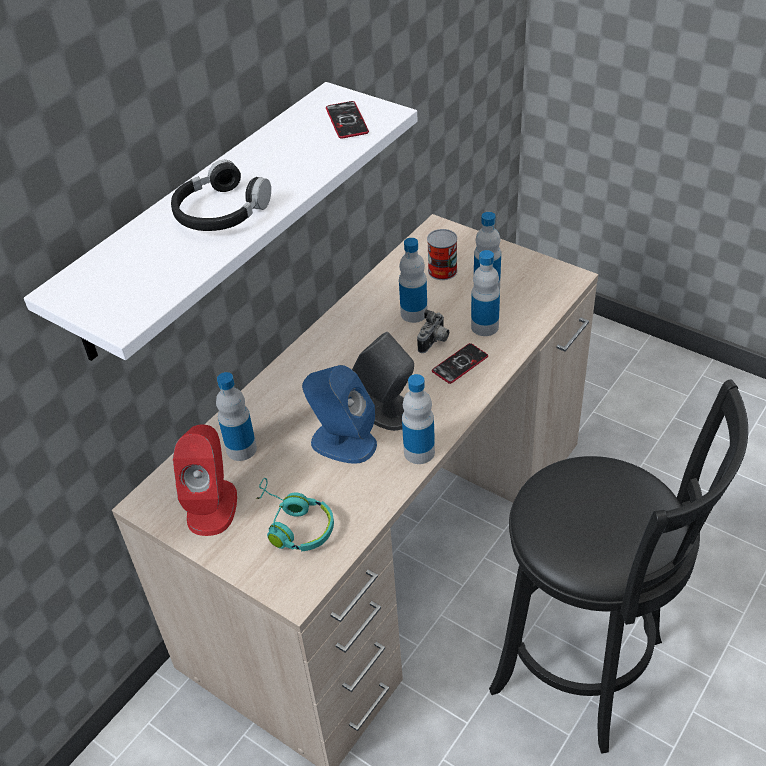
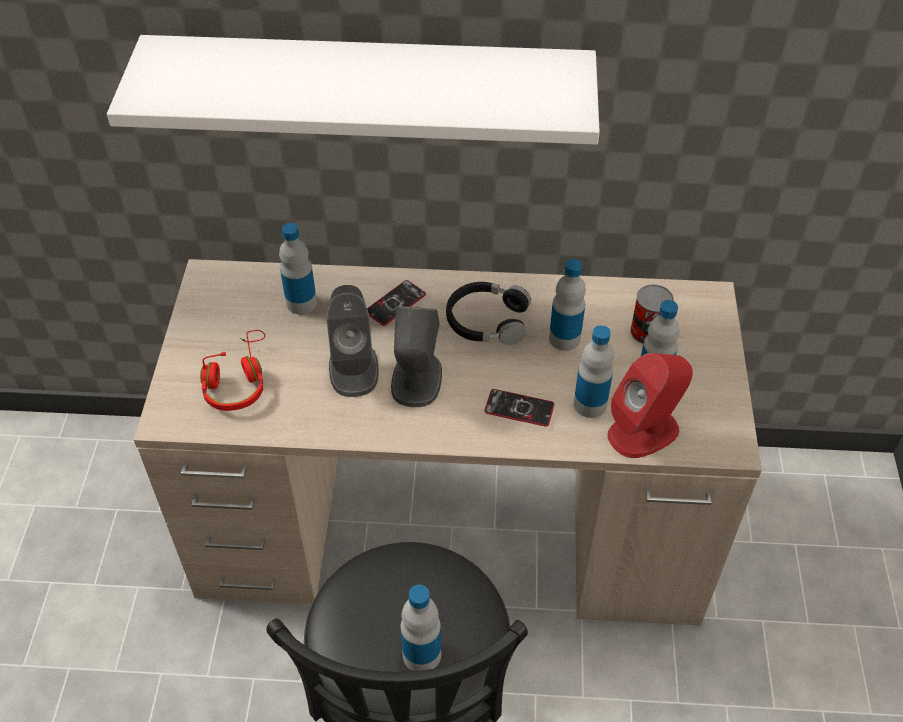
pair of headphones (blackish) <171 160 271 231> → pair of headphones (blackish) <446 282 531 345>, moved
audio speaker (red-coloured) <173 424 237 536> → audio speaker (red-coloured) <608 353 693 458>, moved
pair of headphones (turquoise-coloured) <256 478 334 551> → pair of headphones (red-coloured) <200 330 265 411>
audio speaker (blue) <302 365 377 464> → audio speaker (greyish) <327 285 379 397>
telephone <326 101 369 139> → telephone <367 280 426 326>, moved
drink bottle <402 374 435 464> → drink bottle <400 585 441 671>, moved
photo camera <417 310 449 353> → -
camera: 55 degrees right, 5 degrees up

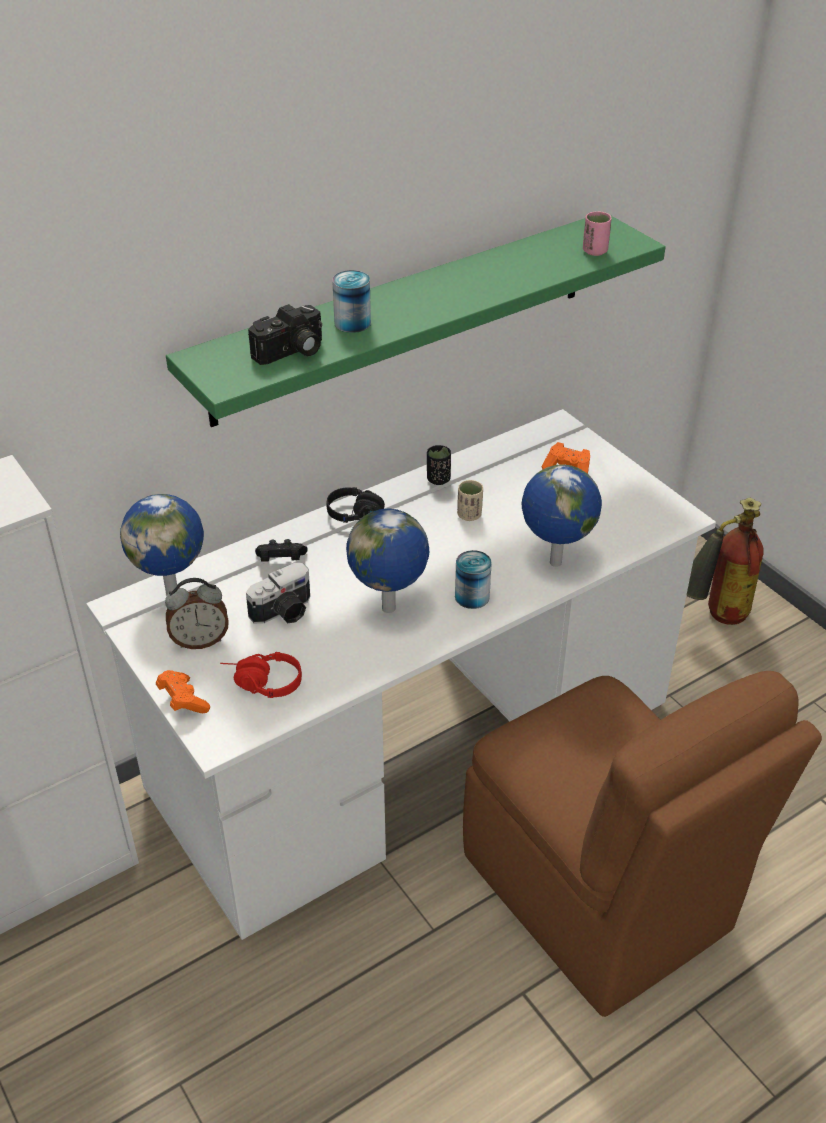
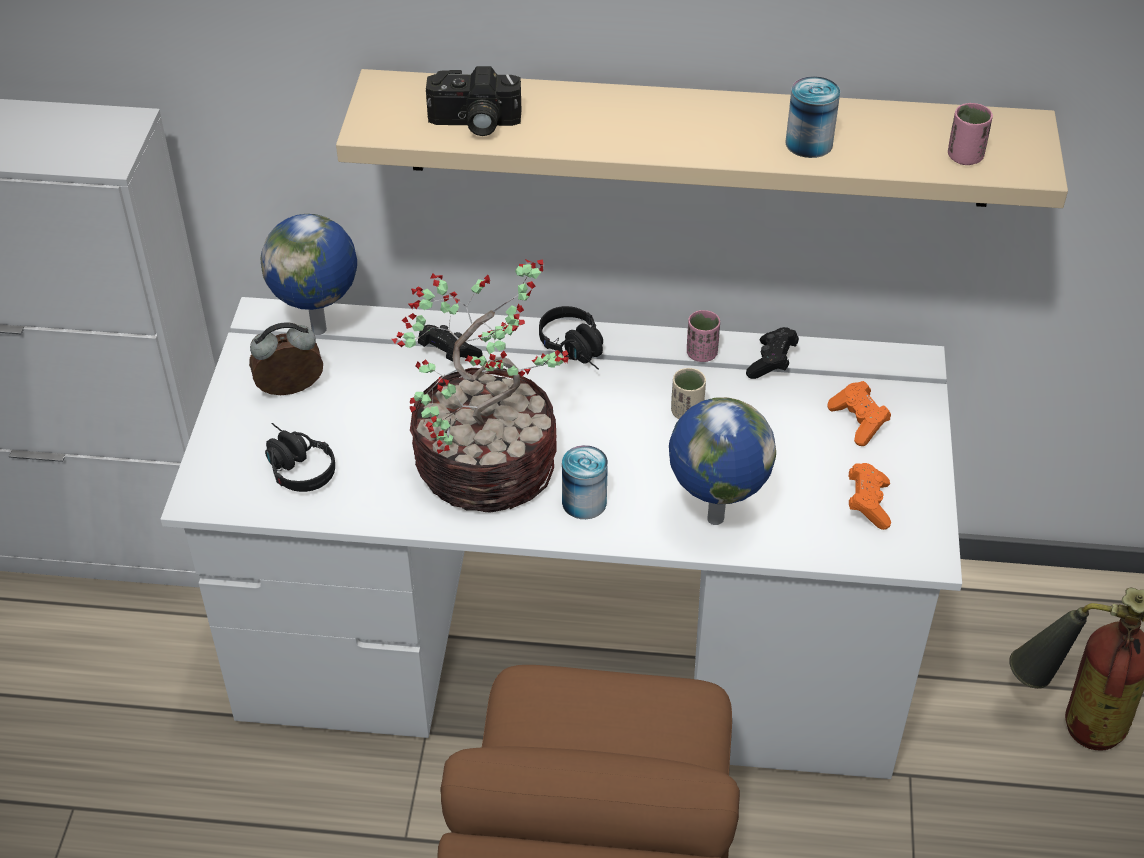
gamepad (orange) <156 670 210 713> → gamepad (orange) <849 463 891 530>, moved
alarm clock <165 578 229 649> → alarm clock <249 322 323 395>, 135 degrees clockwise
wall shelf (greenish) <166 212 666 427> → wall shelf (beige) <336 69 1068 208>
pair of headphones (red-coloured) <220 652 302 698> → pair of headphones (blackish) <265 423 335 492>
photo camera <246 563 310 624> → -
metal can <332 270 371 333> → metal can <785 76 840 158>, moved
desk globe <346 508 429 613> → houseplant <392 259 569 513>
small cup (blackish) <427 445 451 485> → small cup (pink) <687 310 720 362>
- → gamepad (blackish) <746 327 799 379>
camera: 40 degrees right, 5 degrees up

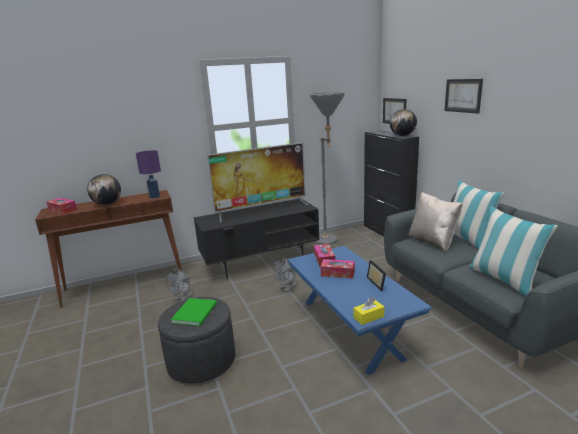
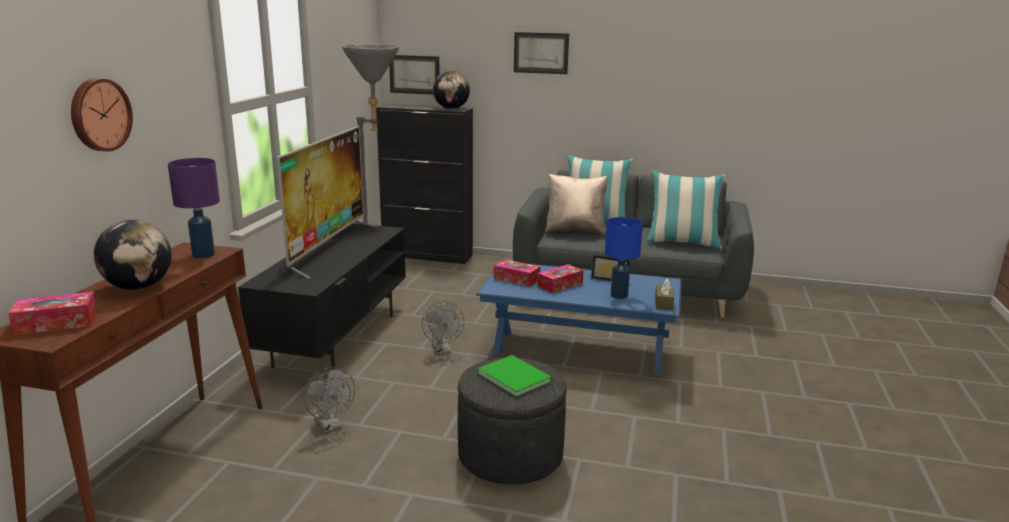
tissue box (yellow-coloured) <353 297 384 325> → tissue box (brown-coloured) <655 279 674 310>
- → hanging clock <71 78 133 152>
- → lamp for a table (blue) <605 217 643 299>
camera: 55 degrees left, 0 degrees up

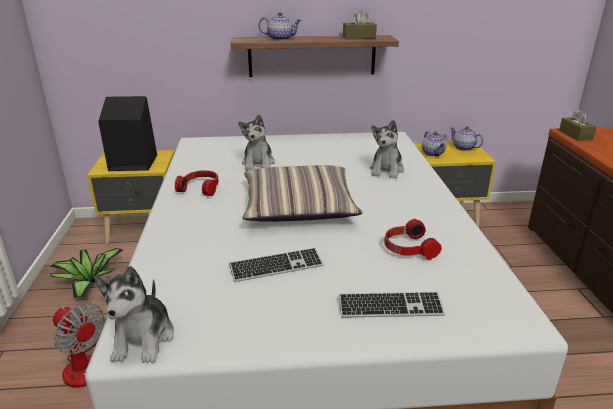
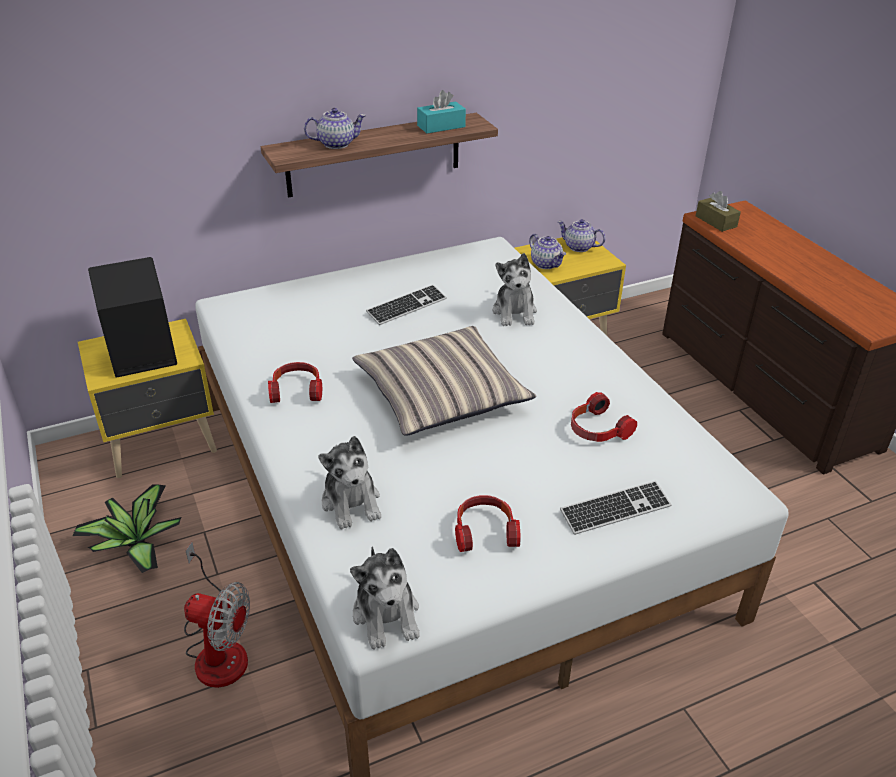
PC keyboard <229 248 324 282> → PC keyboard <366 285 447 325>, moved
soft toy <238 115 275 171> → soft toy <318 436 381 529>, moved
tissue box (brown-coloured) <343 10 377 39> → tissue box (turquoise-coloured) <417 90 466 134>
- → pair of headphones <455 495 521 552>
camera: 20 degrees left, 10 degrees up

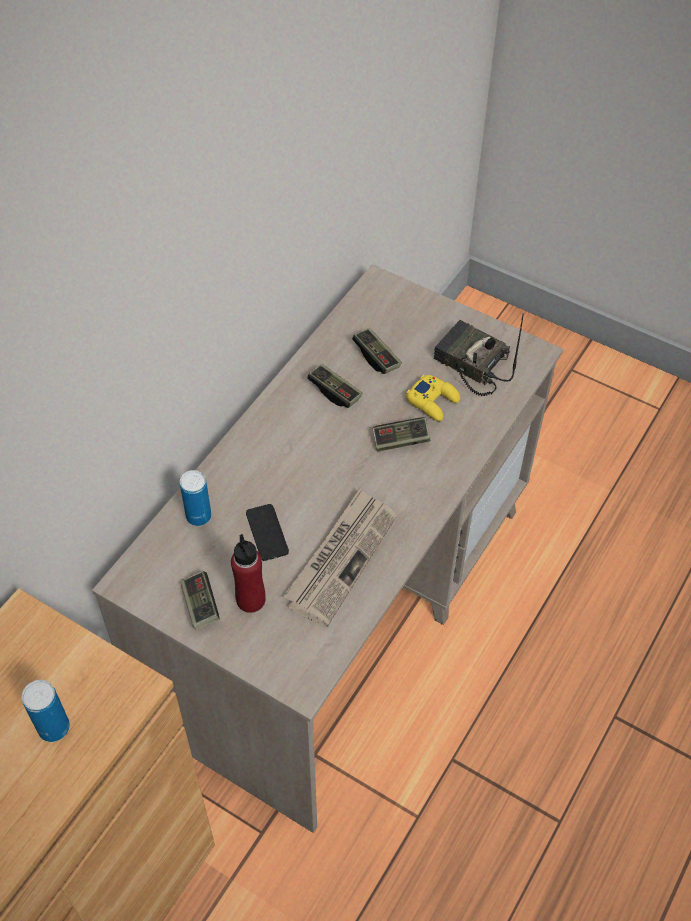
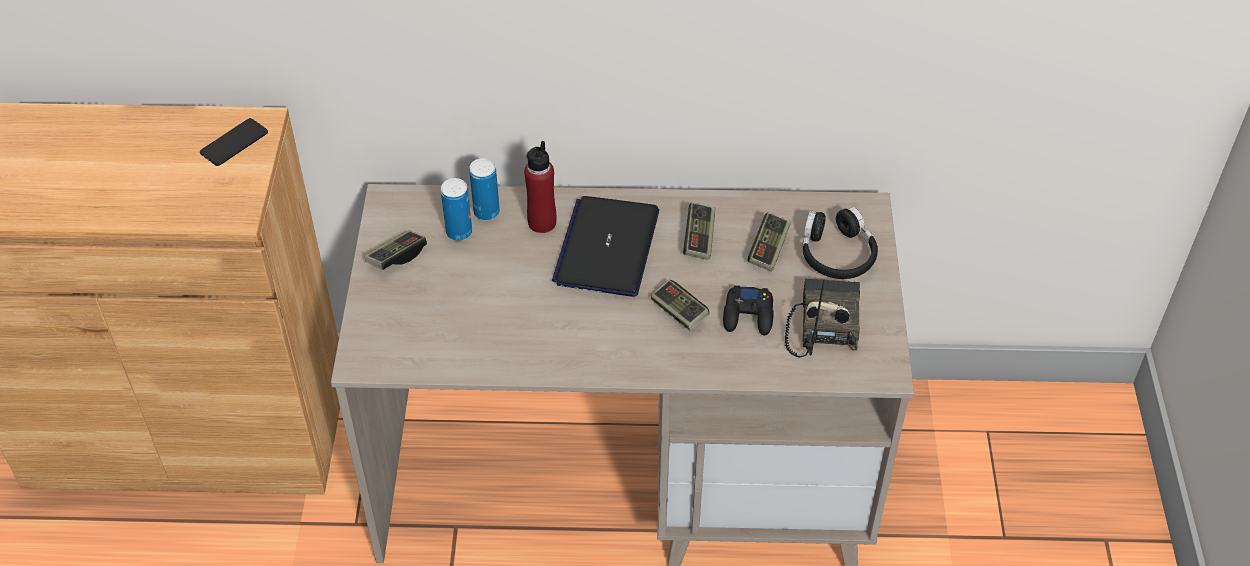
metal can <22 680 70 742> → metal can <441 178 472 241>, moved
drink bottle (red-coloured) <231 534 266 613> → drink bottle (red-coloured) <524 141 557 233>, moved
telephone <246 504 289 561> → telephone <200 118 268 166>, moved
daily paper <283 489 397 627> → -
gamepad (yellow-coloured) <406 375 460 421> → gamepad (blackish) <723 285 774 335>
- → portable computer <552 196 659 297>
- → pair of headphones (blackish) <802 206 878 279>
camera: 60 degrees right, 5 degrees down

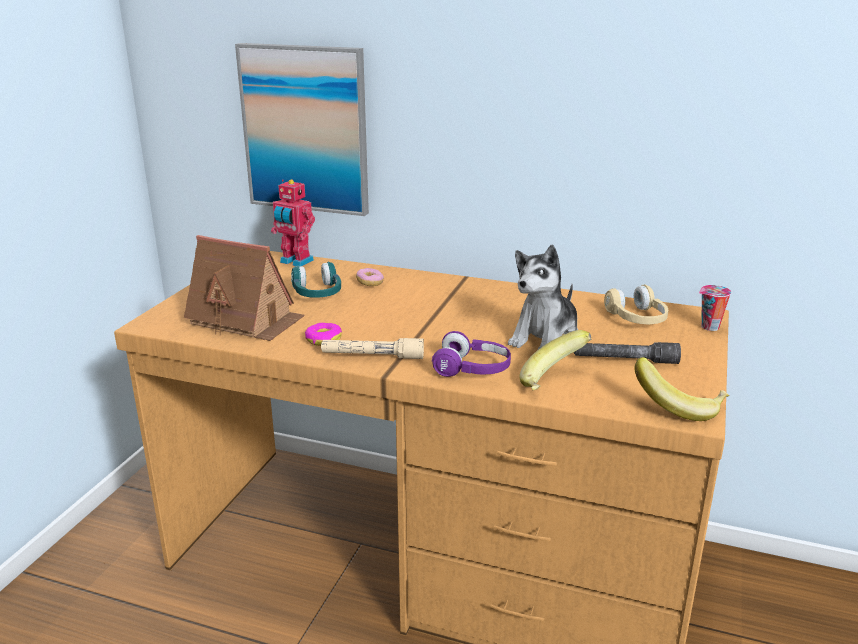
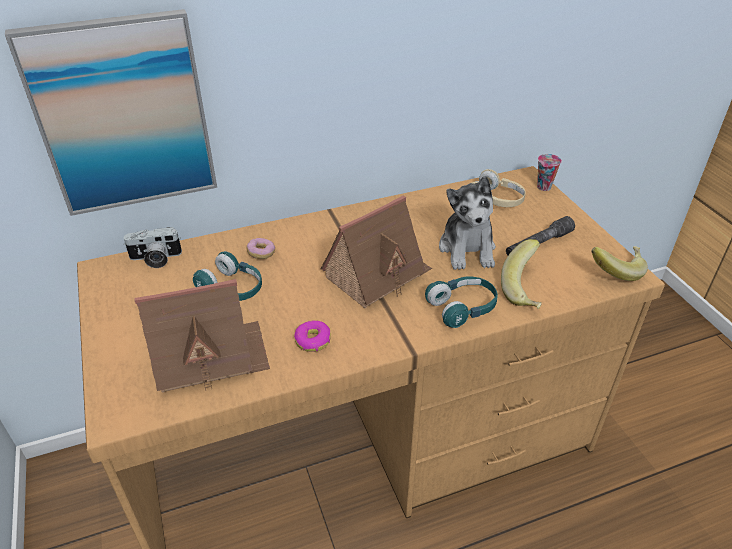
model robot <271 179 315 266> → photo camera <123 227 182 268>
hand torch (beige) <321 338 424 359> → -
pair of headphones (purple-coloured) <432 331 511 377> → pair of headphones (turquoise-coloured) <425 276 498 328>
- → miniature house <321 196 432 308>
camera: 40 degrees left, 15 degrees up

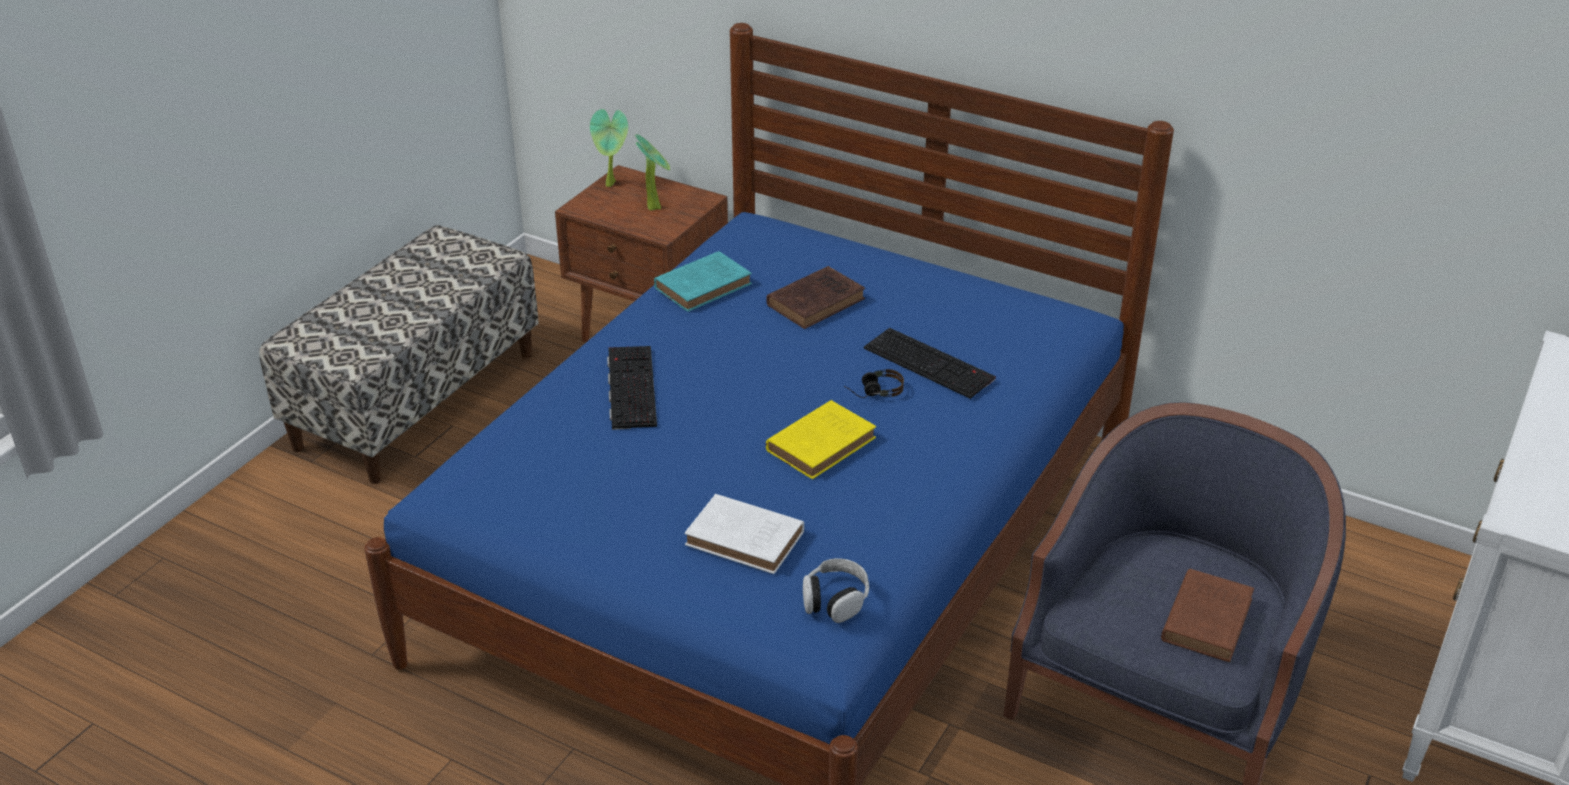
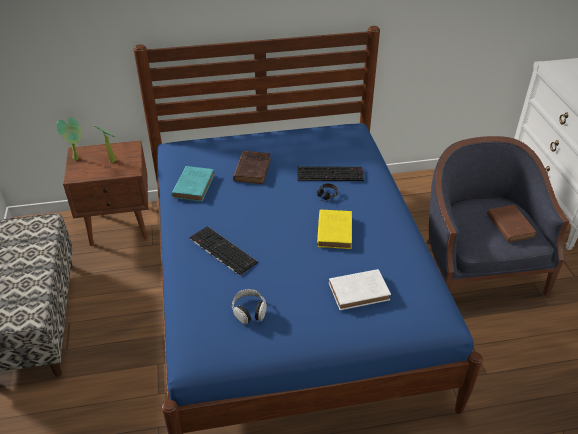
pair of headphones <803 558 869 623> → pair of headphones <232 289 267 325>, moved
camera: 40 degrees left, 5 degrees up

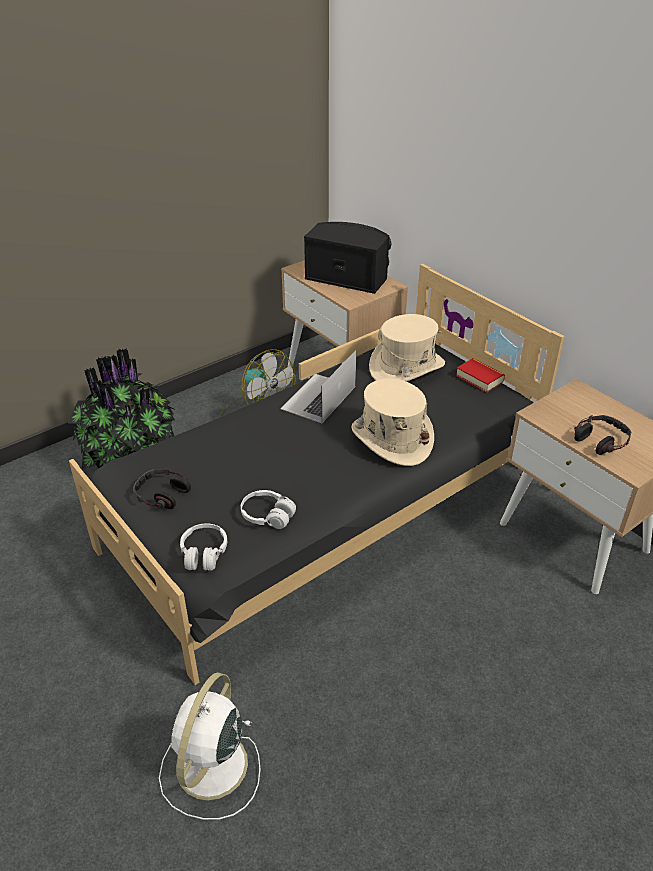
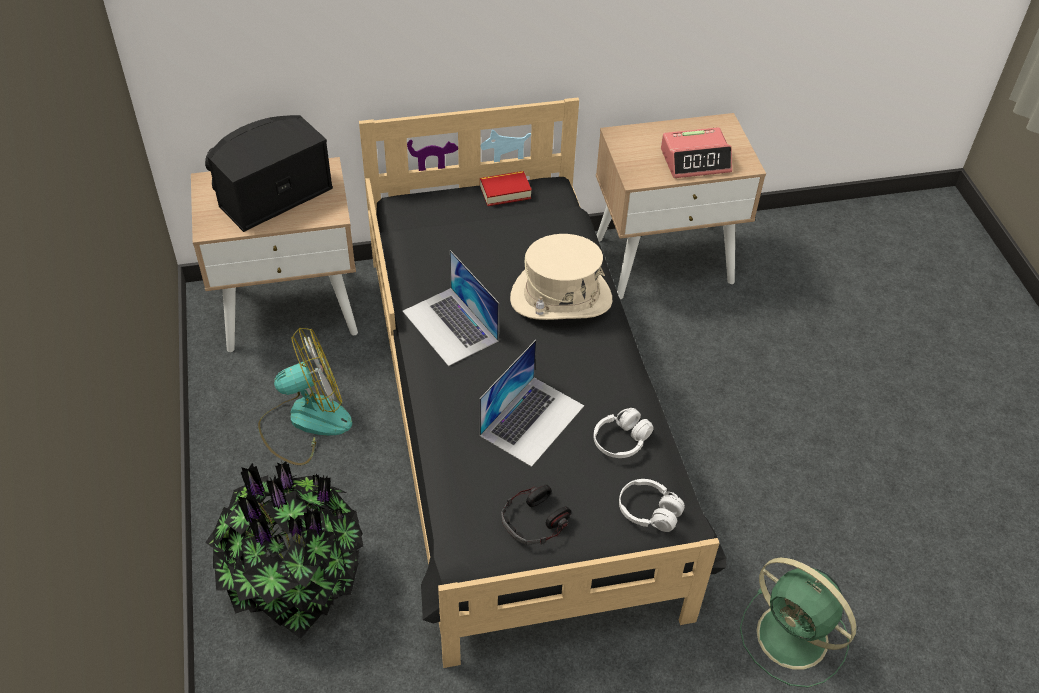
electric fan (whitish) <159 672 260 820> → electric fan (greenish) <740 558 857 687>
hat (beige) <369 314 445 381> → -
pair of headphones <574 415 631 455> → alarm clock <661 127 732 178>
- → portable computer <479 340 584 467>
camera: 65 degrees left, 10 degrees up

